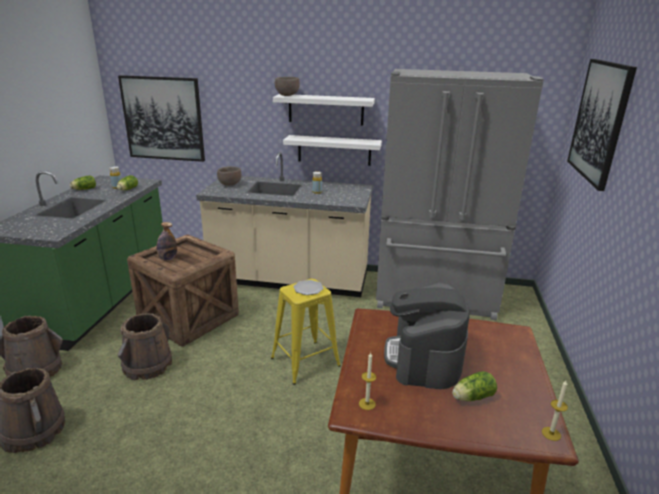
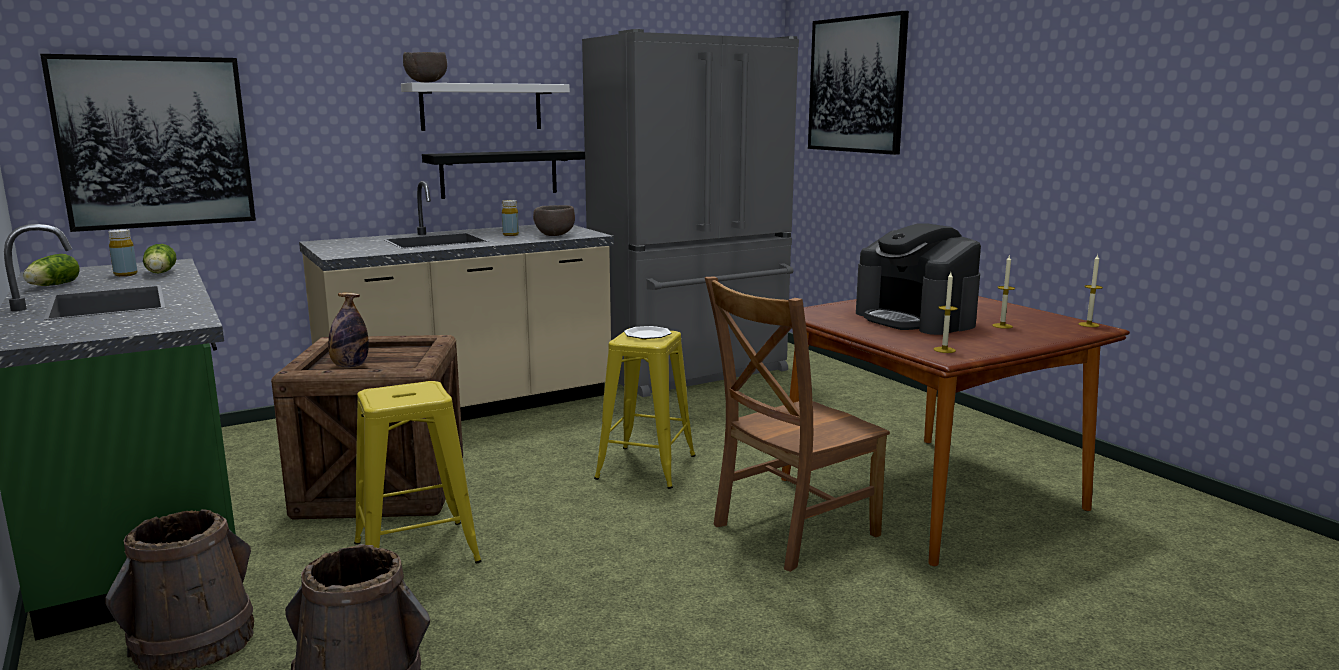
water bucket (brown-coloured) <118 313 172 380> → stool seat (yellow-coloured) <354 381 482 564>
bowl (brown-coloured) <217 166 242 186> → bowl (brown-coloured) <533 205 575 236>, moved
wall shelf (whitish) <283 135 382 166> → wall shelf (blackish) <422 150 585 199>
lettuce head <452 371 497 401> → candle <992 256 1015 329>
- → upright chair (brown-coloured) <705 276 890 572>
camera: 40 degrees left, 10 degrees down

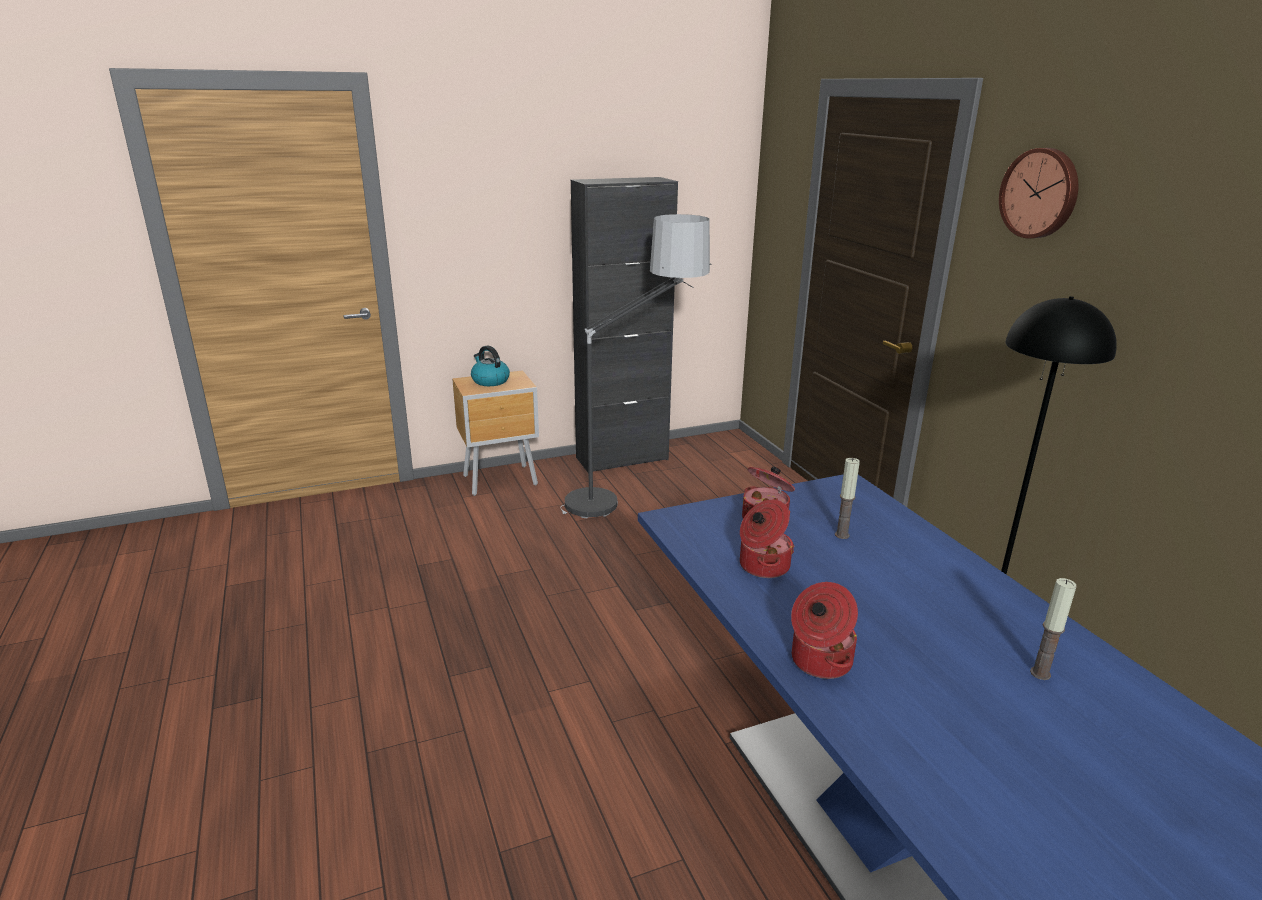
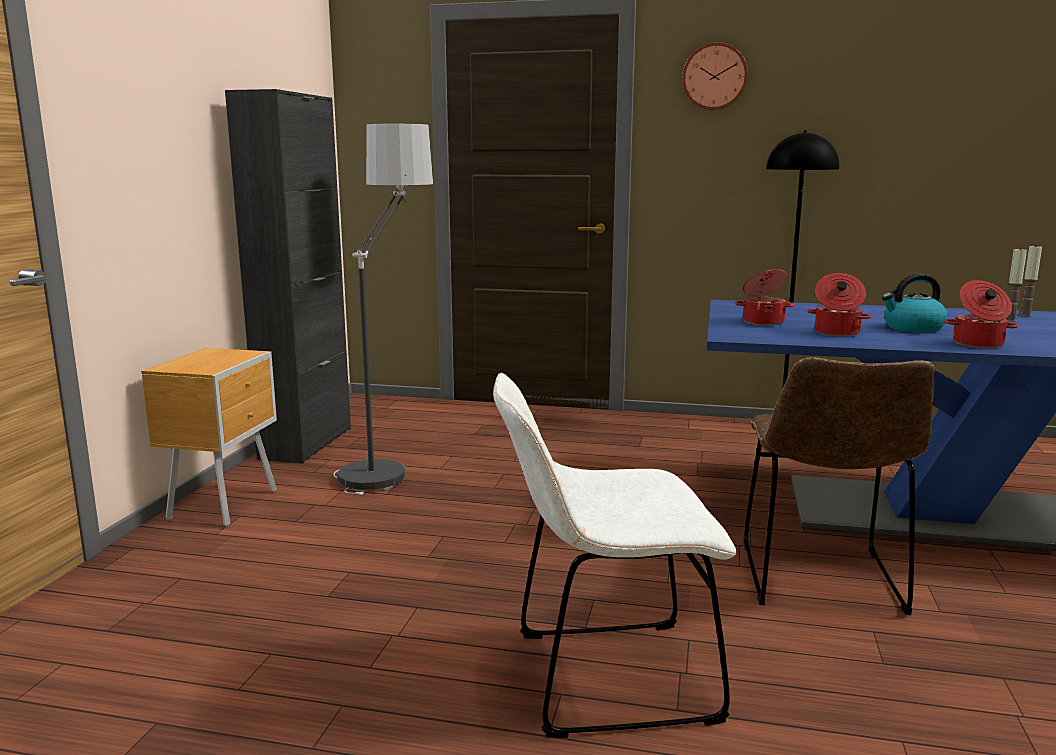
tea kettle <471 346 510 386> → tea kettle <882 274 947 333>, moved
candle <835 458 860 539> → candle <1018 244 1042 317>, moved
- → upright chair (whitish) <493 373 736 738>
- → upright chair (brown-coloured) <743 357 935 615>
camera: 55 degrees left, 10 degrees down

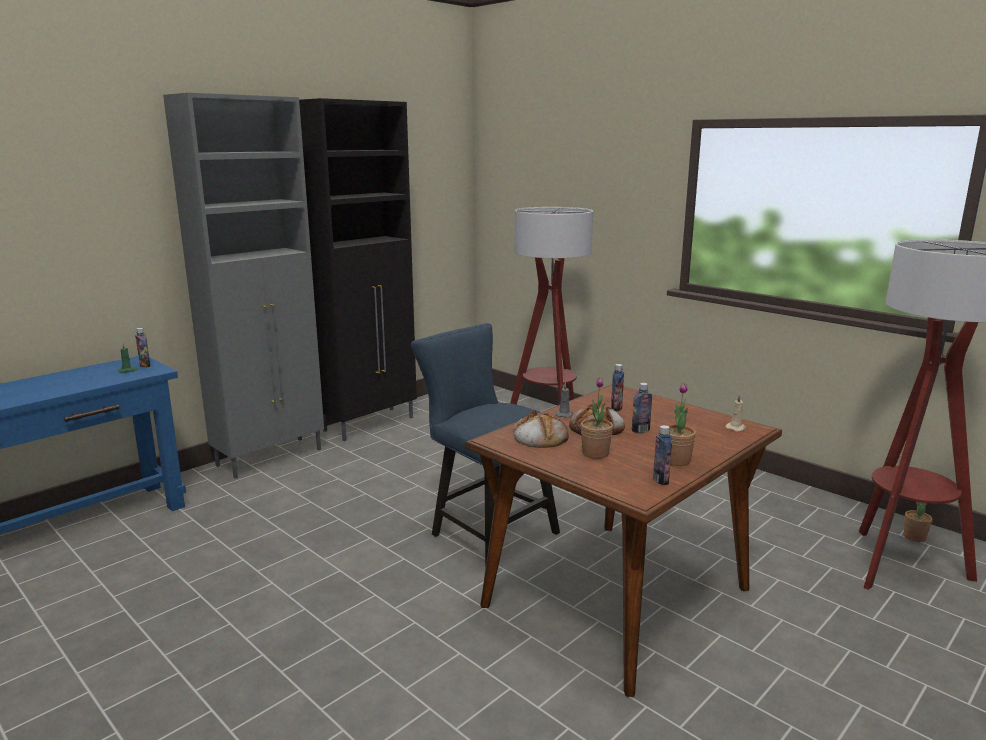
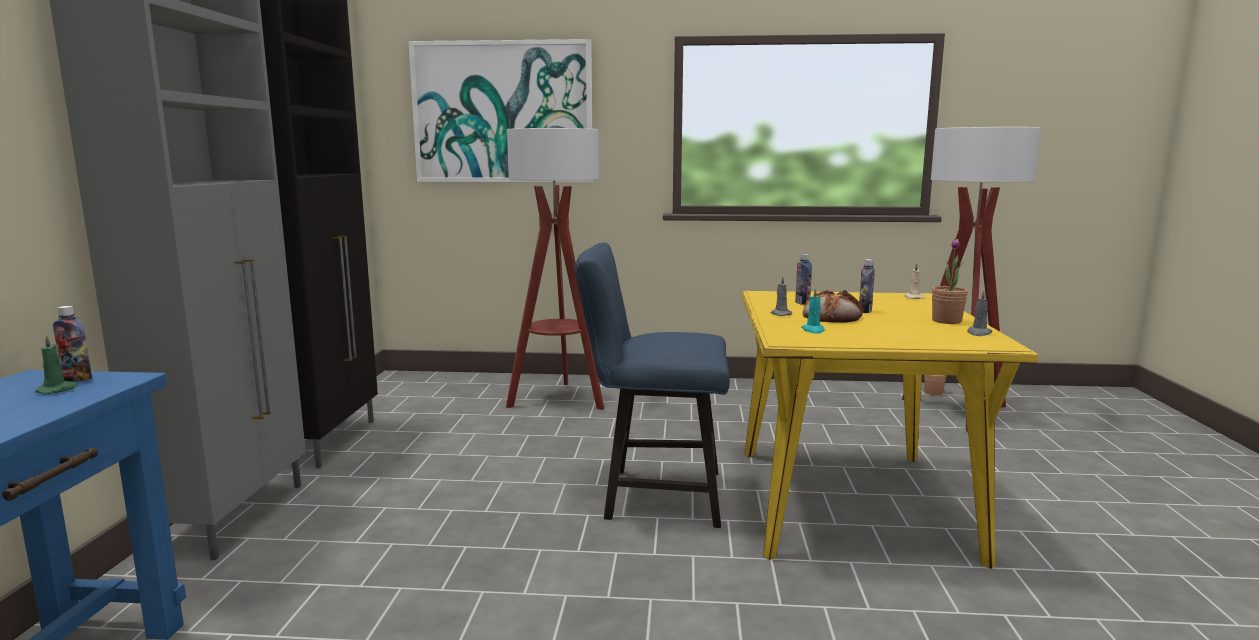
dining table (brown-coloured) <465 384 782 697> → dining table (yellow-coloured) <742 291 1039 569>
bakery bread <513 410 569 448> → candle (turquoise-coloured) <801 288 825 334>
houseplant <581 378 613 459> → -
drink bottle <653 425 672 485> → candle (greyish) <967 290 993 336>
- → wall picture <408 39 593 182>
camera: 40 degrees left, 5 degrees down

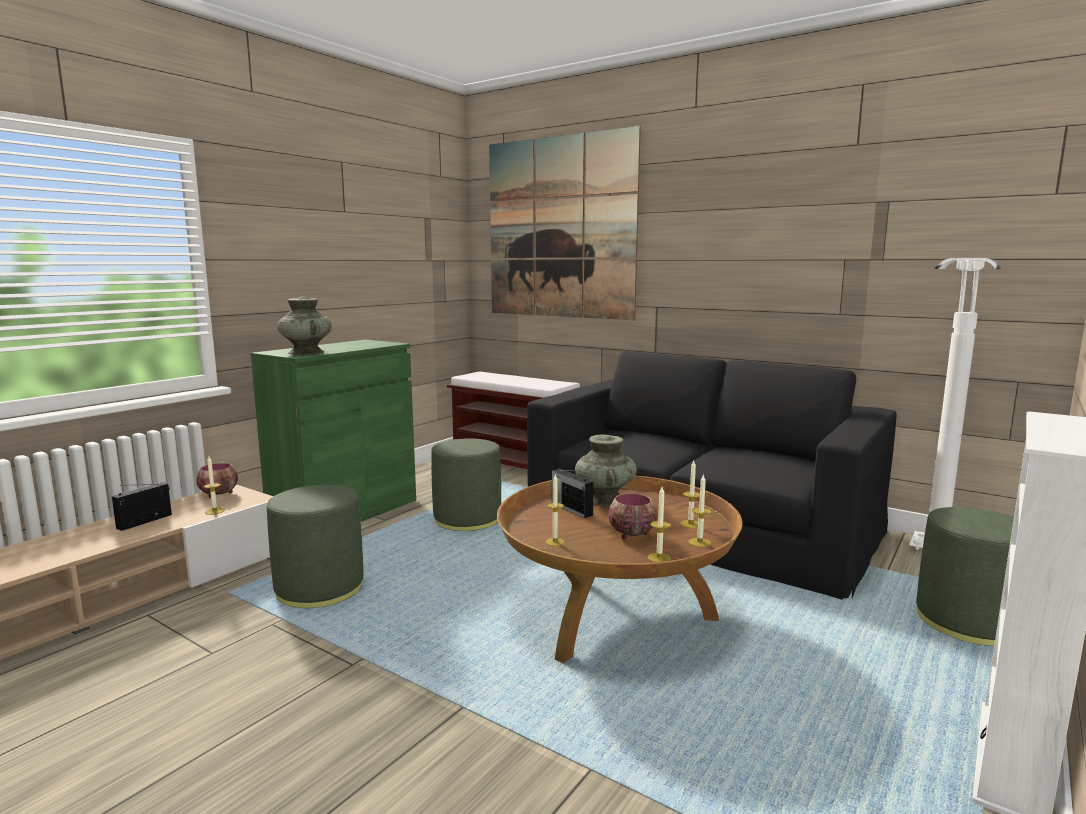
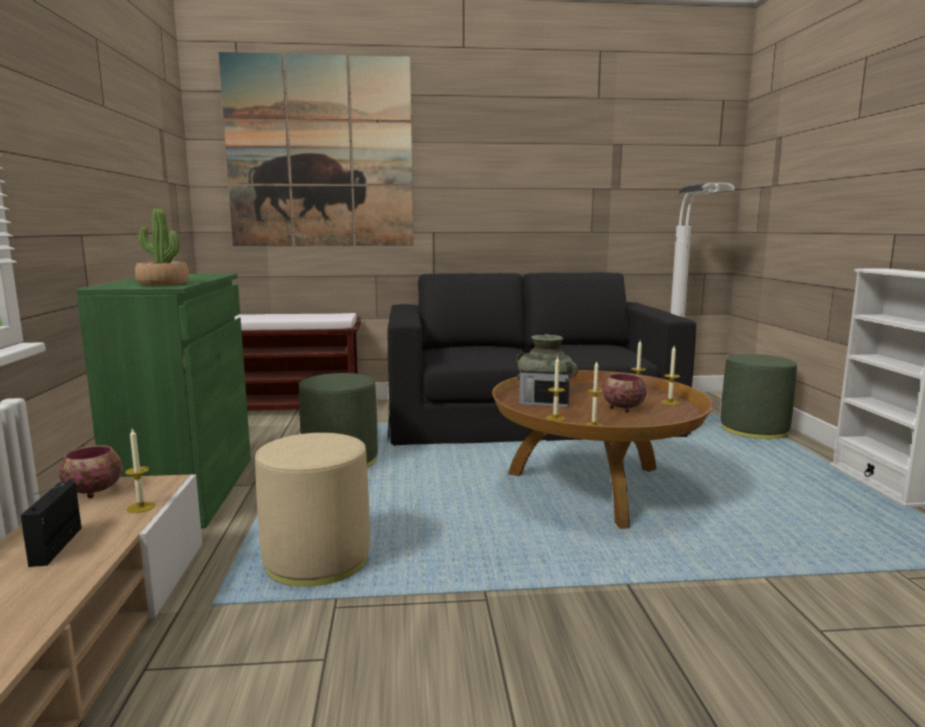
pouffe (greenish) <267 485 364 608> → pouffe (beige) <255 433 370 587>
vase (turquoise-coloured) <277 297 332 355> → houseplant <135 209 189 286>
candle <648 487 671 562> → candle <546 356 565 421>, moved
camera: 40 degrees left, 0 degrees up

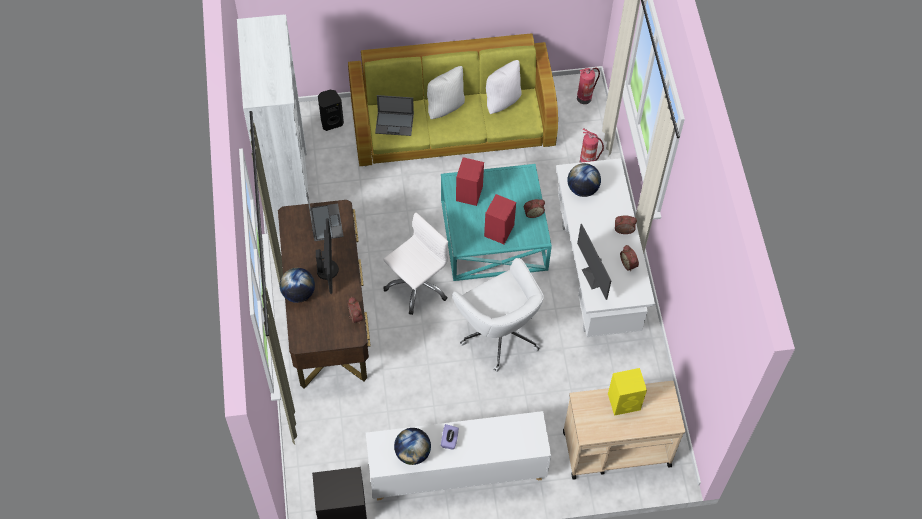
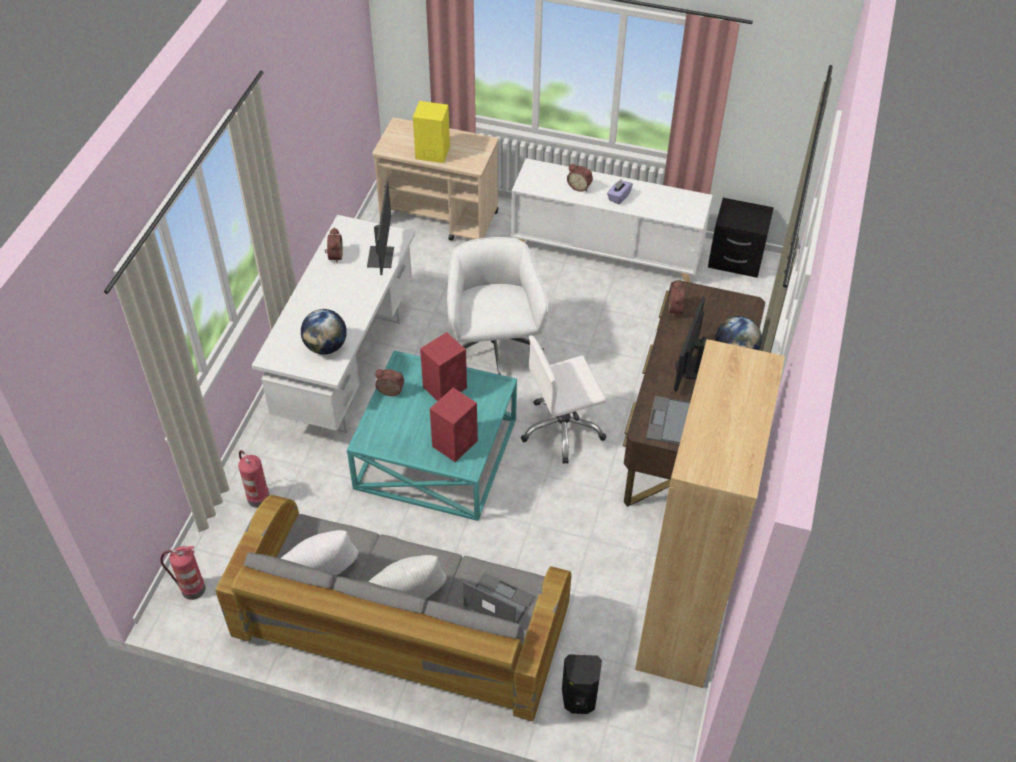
bookcase (whitish) <237 14 309 234> → bookcase (brown-coloured) <635 339 785 688>
couch (greenish) <348 33 558 166> → couch (greyish) <215 495 571 721>
desk globe <394 428 431 465> → -
alarm clock <615 215 637 234> → alarm clock <567 164 593 192>, moved
camera: 155 degrees left, 10 degrees down

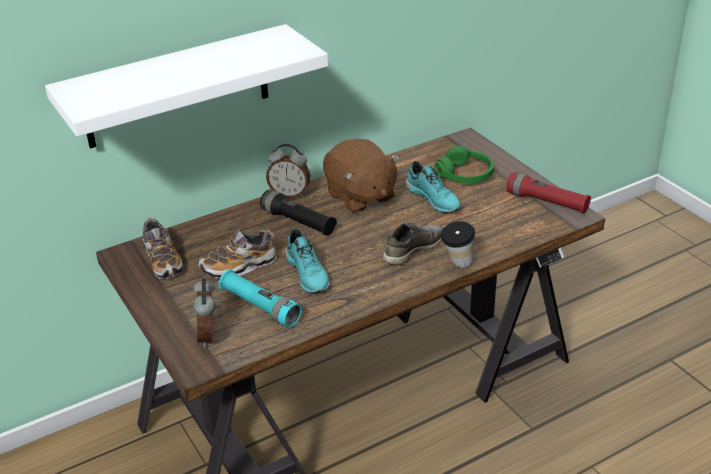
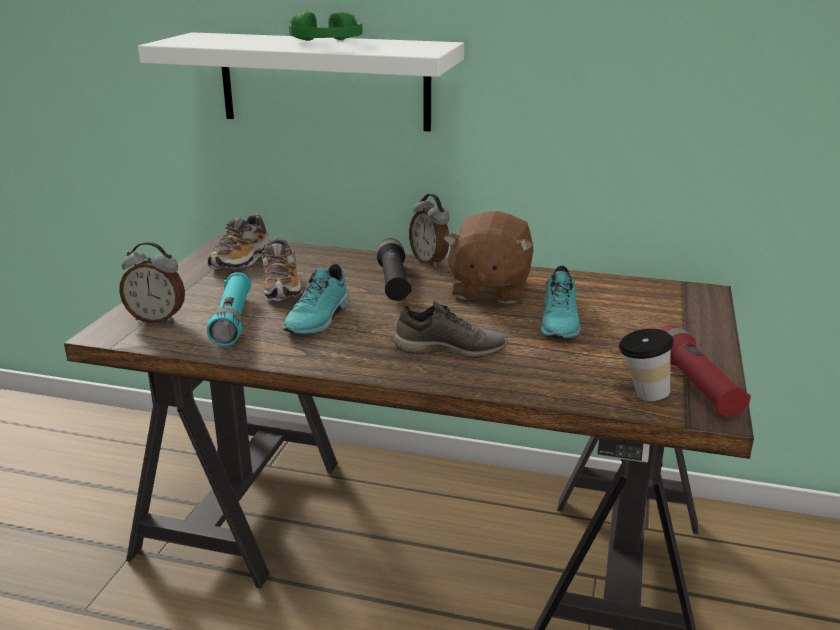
alarm clock <193 278 215 348> → alarm clock <119 242 185 324>, 120 degrees counterclockwise
shoe <198 229 276 278> → shoe <261 237 302 301>, 120 degrees counterclockwise
pair of headphones (greenish) <434 146 494 183> → pair of headphones (greenish) <289 11 363 41>, moved
small cup <441 221 475 267> → small cup <619 329 673 401>, moved
camera: 45 degrees right, 10 degrees down

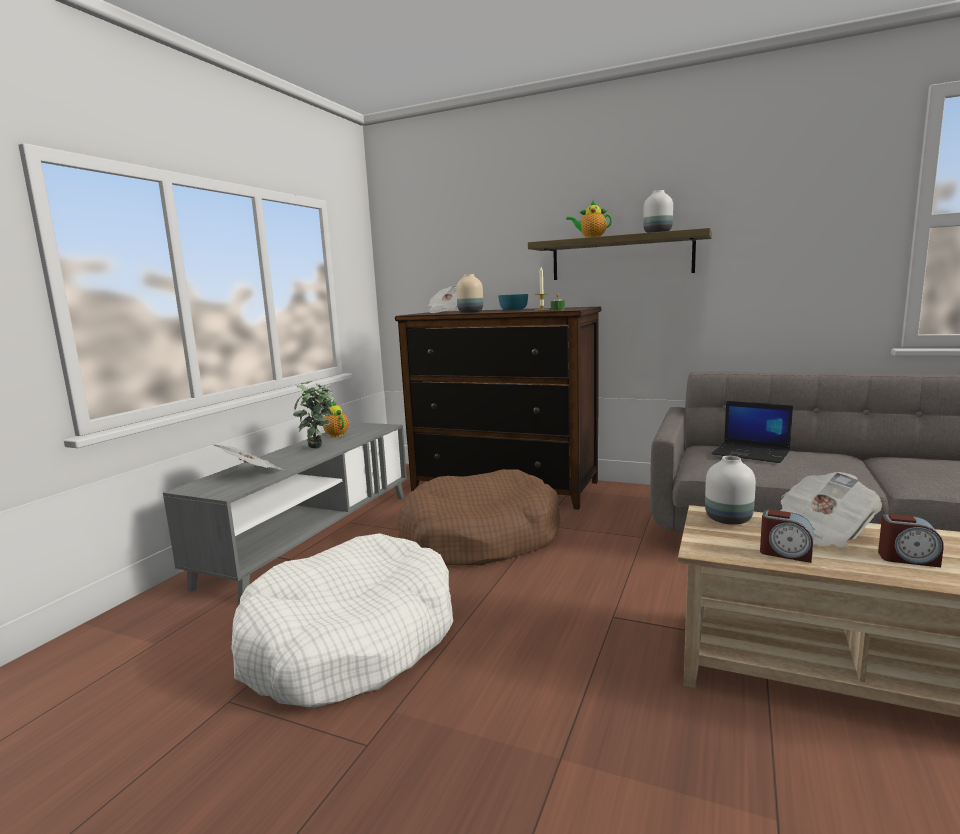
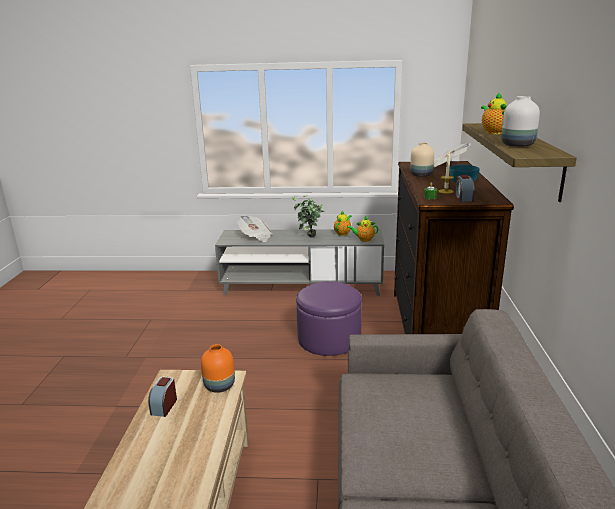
dog bed (whitish) <231 533 453 707> → -
dog bed (brown-coloured) <397 469 561 566> → pouffe (purple-coloured) <296 281 362 356>
vase (whitish) <705 456 756 525> → vase (orange) <201 344 235 393>
portable computer <711 401 793 463> → -
daily paper <780 472 882 548> → -
alarm clock <878 514 944 567> → alarm clock <455 175 475 202>, moved
- → tea pot <347 216 378 242>
camera: 70 degrees right, 10 degrees up

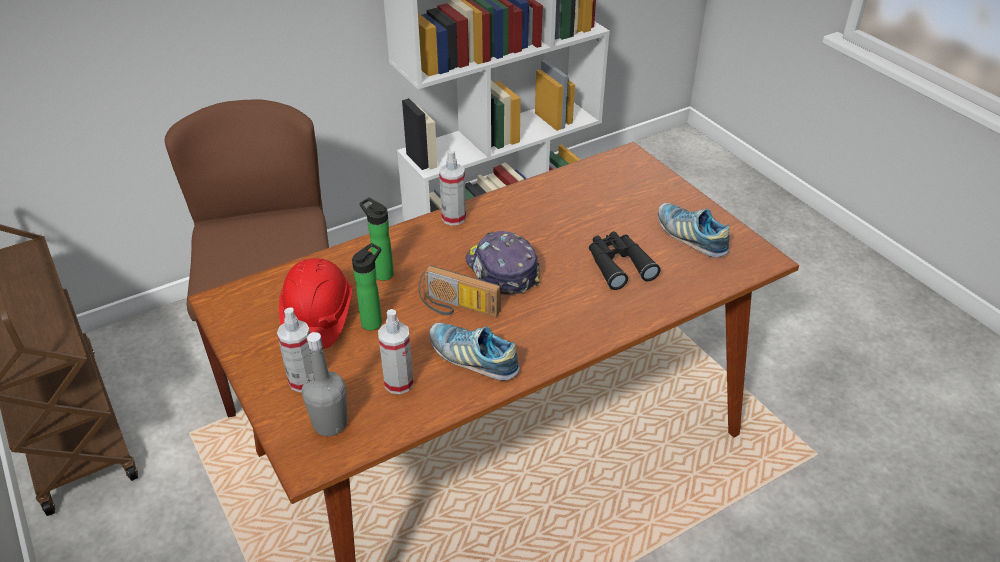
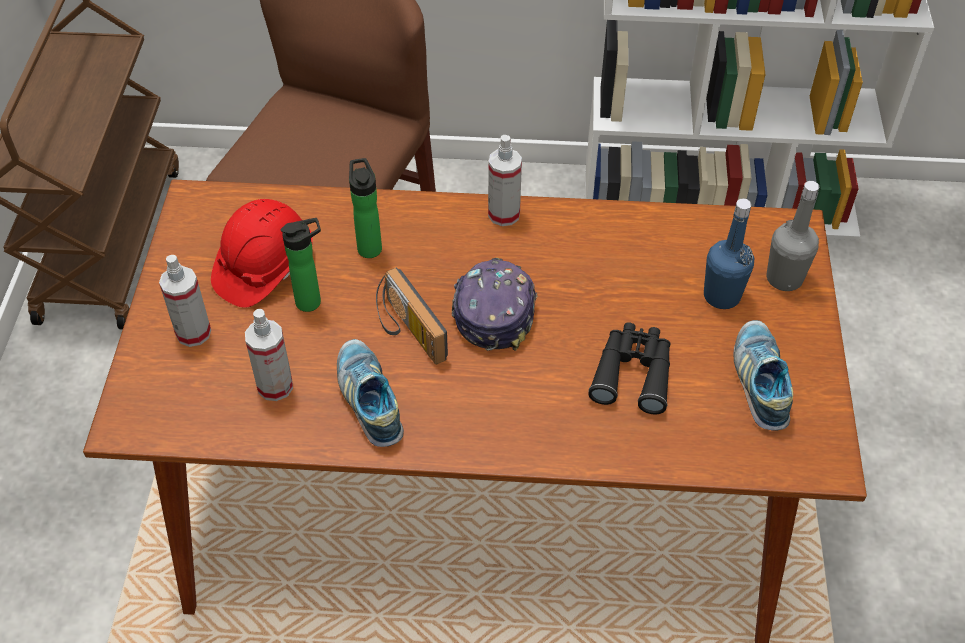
drink bottle (greyish) <302 332 348 436> → drink bottle (greyish) <766 181 819 291>, moved
- → drink bottle (blue) <704 199 754 309>
camera: 35 degrees right, 10 degrees up

